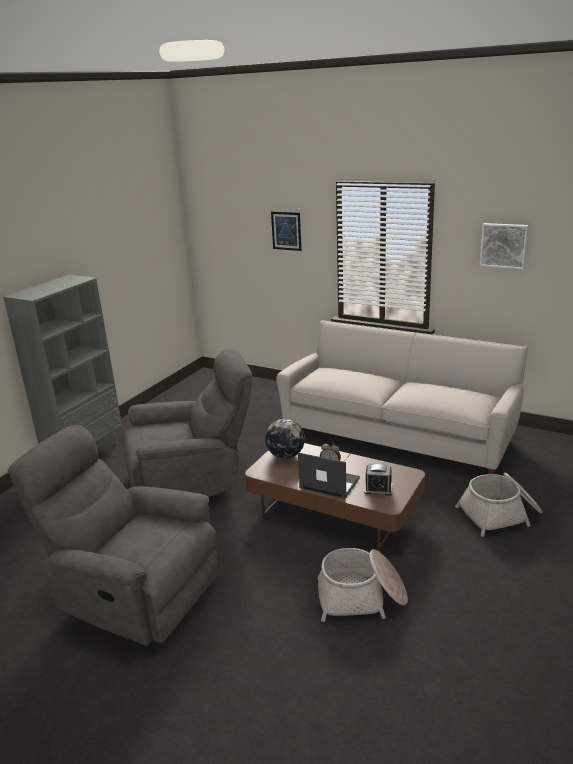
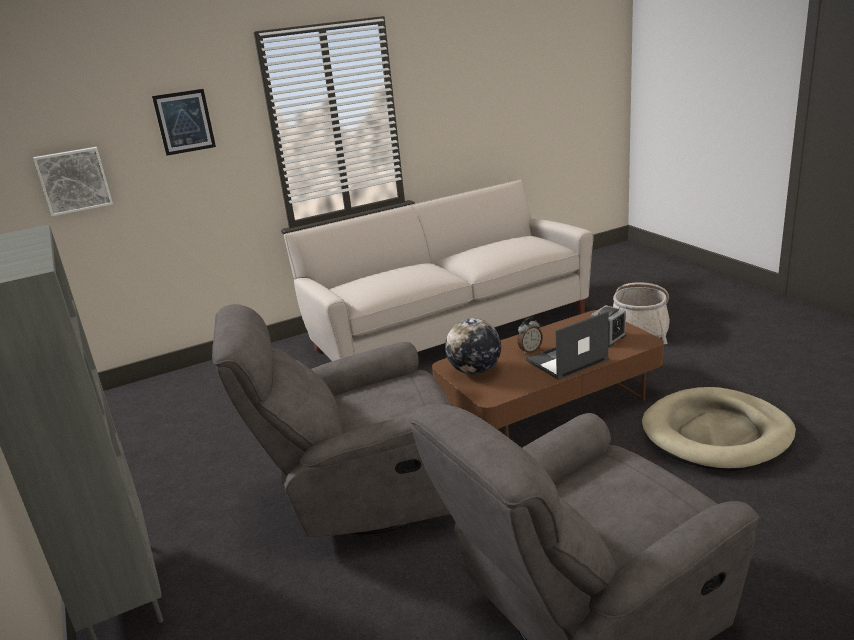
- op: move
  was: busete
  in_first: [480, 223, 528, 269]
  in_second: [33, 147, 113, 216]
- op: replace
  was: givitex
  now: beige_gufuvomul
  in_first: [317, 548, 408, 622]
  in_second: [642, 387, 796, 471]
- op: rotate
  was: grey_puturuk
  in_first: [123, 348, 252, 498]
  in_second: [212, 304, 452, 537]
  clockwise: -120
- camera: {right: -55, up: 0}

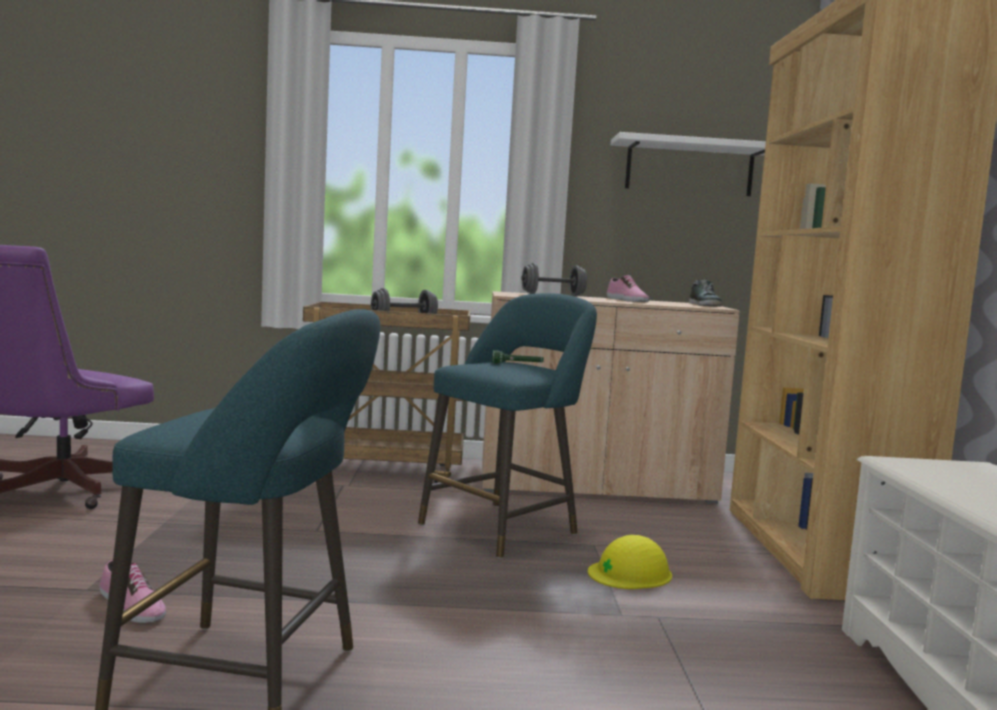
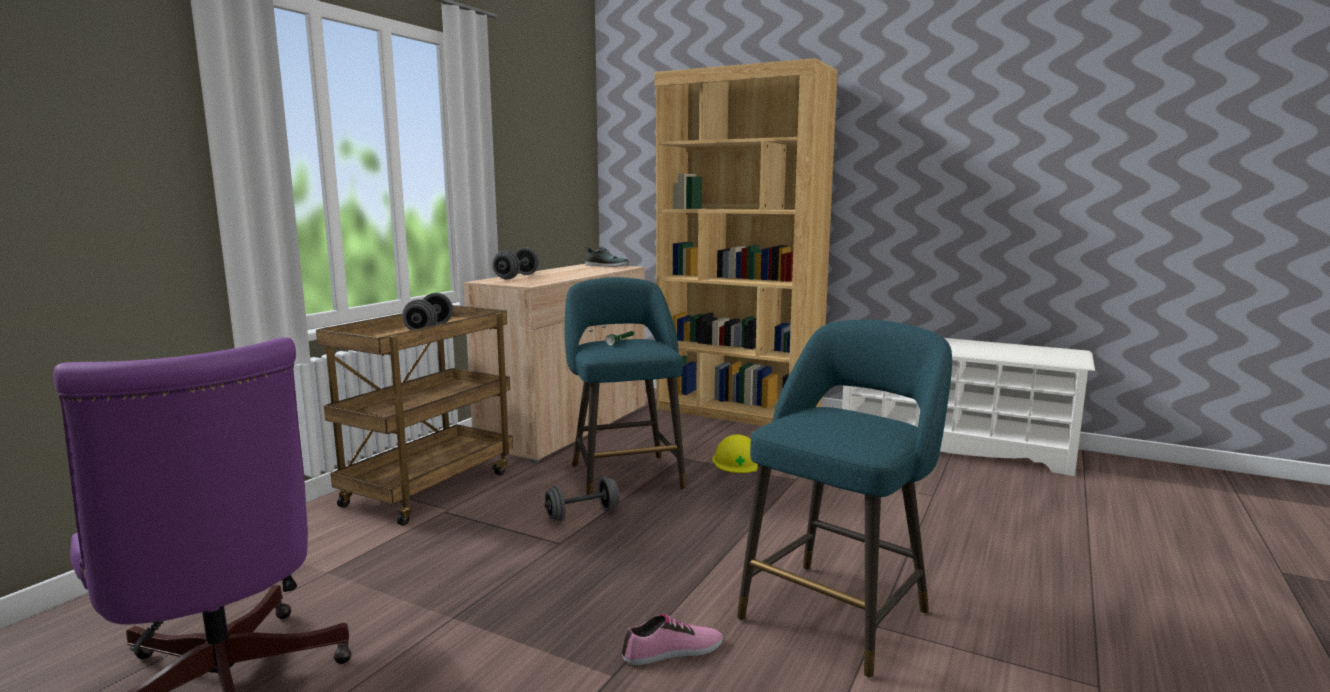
- op: delete
  was: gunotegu
  in_first: [607, 275, 649, 302]
- op: delete
  was: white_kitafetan
  in_first: [611, 132, 766, 196]
- op: insert
  now: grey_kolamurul
  in_second: [545, 476, 619, 521]
- camera: {right: -60, up: 5}

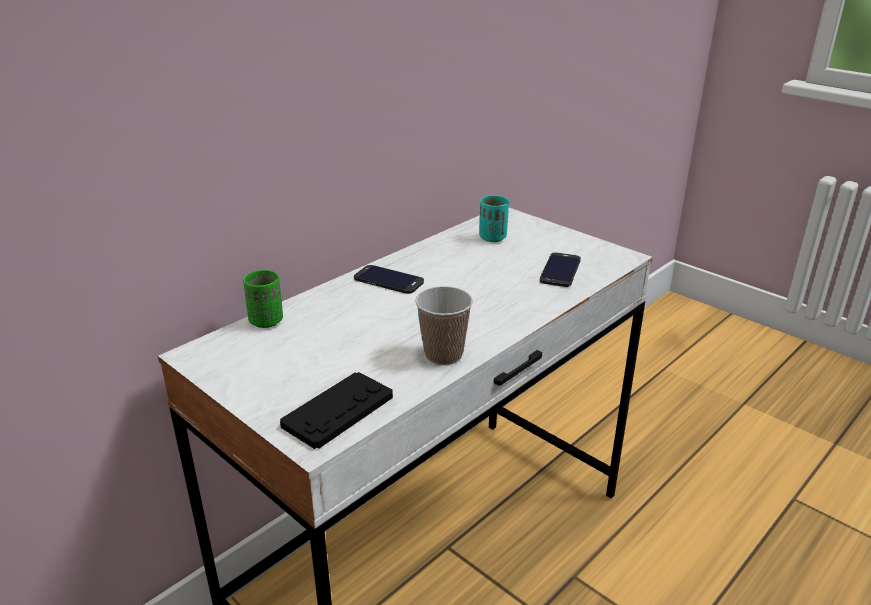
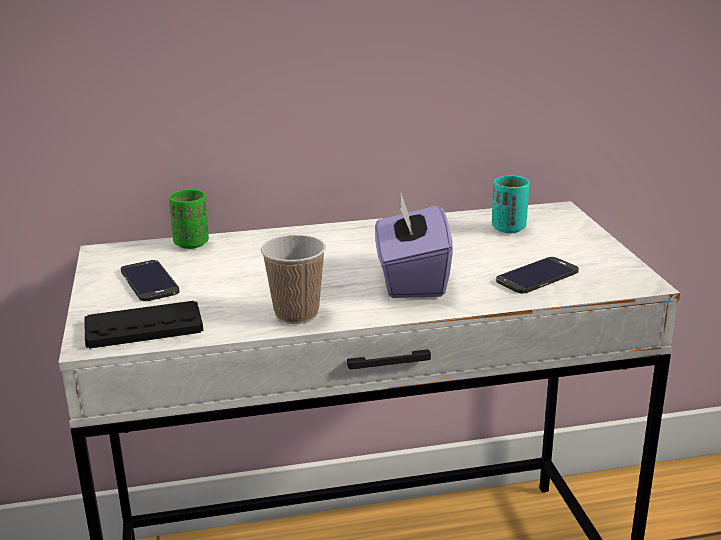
- op: insert
  now: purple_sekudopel
  in_second: [375, 193, 453, 298]
- op: move
  was: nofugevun
  in_first: [354, 265, 424, 294]
  in_second: [121, 260, 180, 301]
- camera: {right: 35, up: -5}

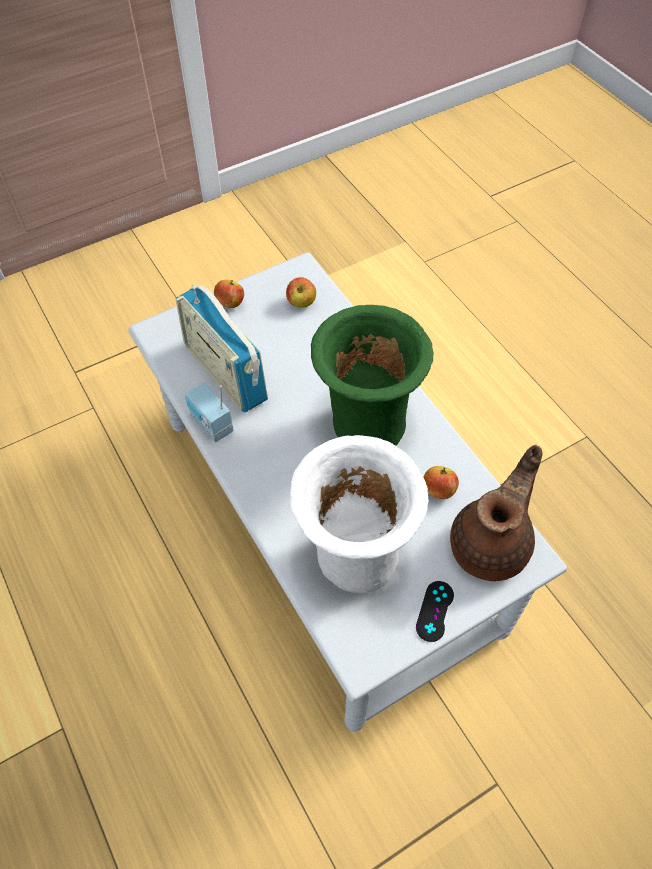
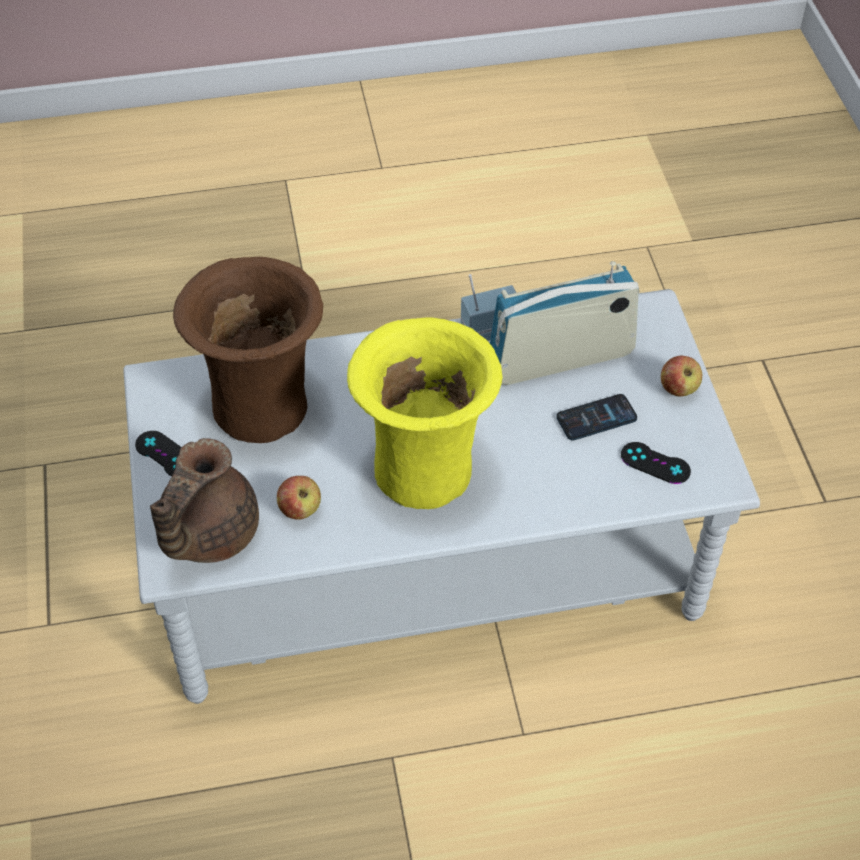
- op: insert
  now: nofugevun
  in_second: [556, 394, 637, 441]
- op: replace
  was: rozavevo
  now: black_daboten
  in_first: [286, 277, 316, 308]
  in_second: [621, 442, 691, 484]
- op: recolor
  was: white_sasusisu
  now: brown_sasusisu
  in_first: [290, 435, 429, 593]
  in_second: [173, 257, 323, 443]
- op: recolor
  was: green_sasusisu
  now: yellow_sasusisu
  in_first: [311, 305, 434, 446]
  in_second: [347, 317, 503, 509]
- op: rotate
  was: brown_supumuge
  in_first: [450, 445, 543, 581]
  in_second: [150, 438, 259, 563]
  clockwise: 60
- camera: {right: 110, up: -5}

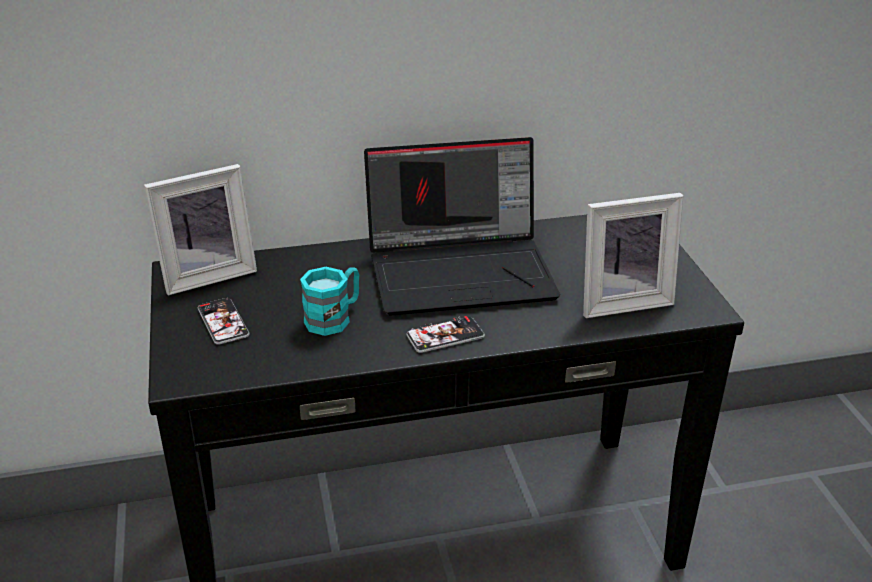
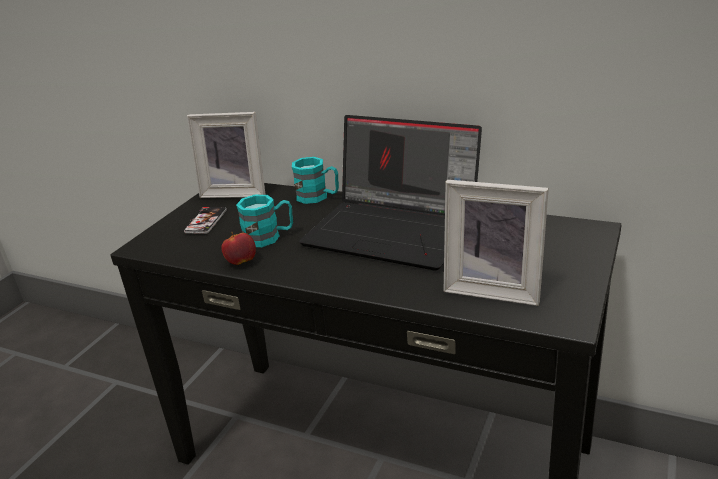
- op: delete
  was: nofugevun
  in_first: [406, 316, 485, 353]
- op: insert
  now: rozavevo
  in_second: [221, 232, 256, 265]
- op: insert
  now: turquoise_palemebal
  in_second: [292, 157, 339, 204]
- camera: {right: 40, up: -5}

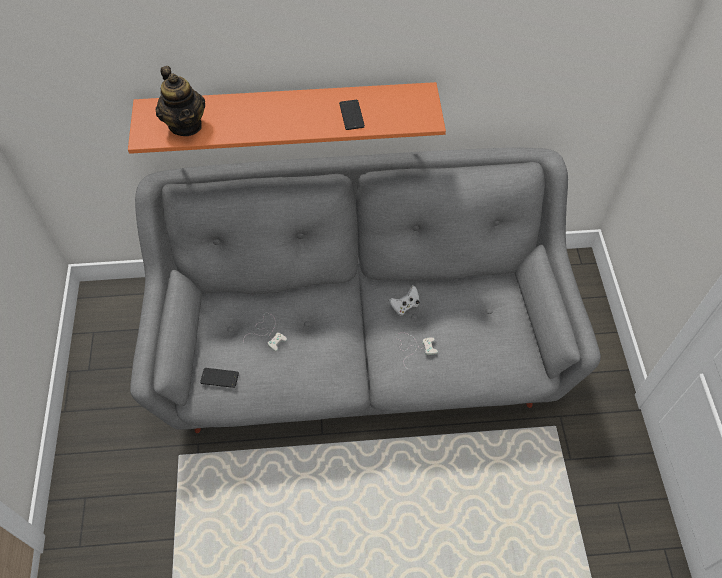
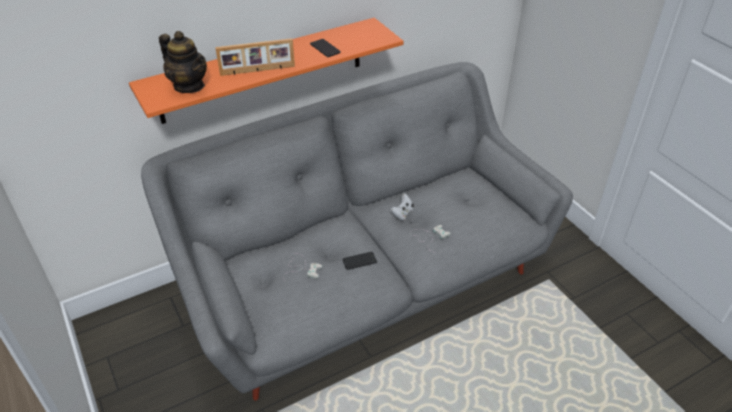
- op: insert
  now: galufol
  in_second: [215, 38, 295, 76]
- op: move
  was: nofugevun
  in_first: [200, 368, 239, 388]
  in_second: [342, 252, 377, 270]
- camera: {right: -25, up: -15}

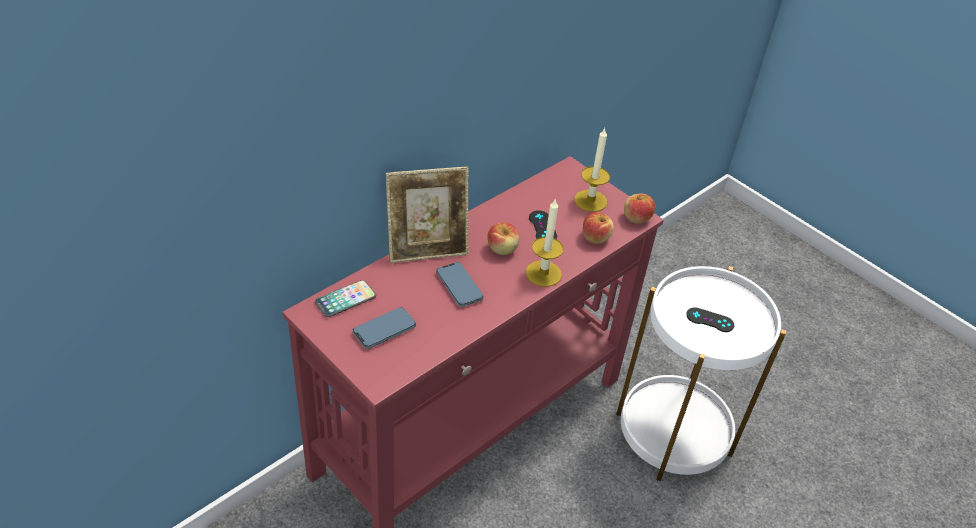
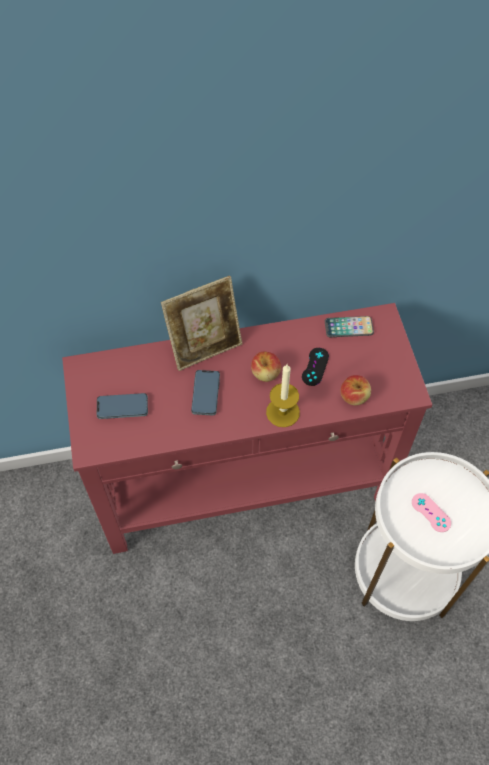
- op: delete
  was: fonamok
  in_first: [574, 128, 610, 212]
- op: delete
  was: rozavevo
  in_first: [624, 193, 656, 224]
- op: move
  was: nofugevun
  in_first: [315, 280, 376, 317]
  in_second: [325, 316, 374, 337]
- op: recolor
  was: black_daboten
  now: pink_daboten
  in_first: [686, 307, 734, 332]
  in_second: [412, 493, 451, 532]
- op: rotate
  was: galufol
  in_first: [386, 166, 469, 263]
  in_second: [161, 276, 242, 371]
  clockwise: -45
- camera: {right: 35, up: 15}

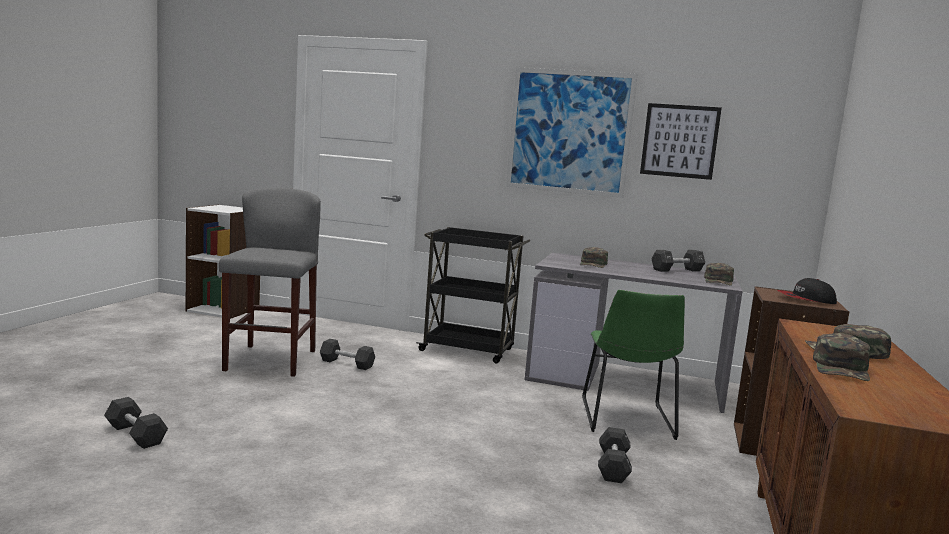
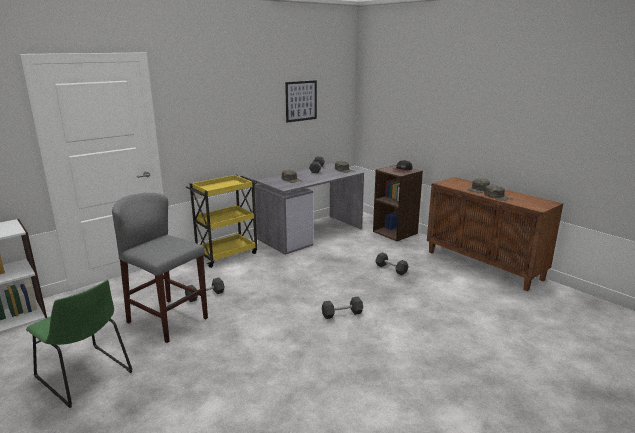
- op: delete
  was: busete
  in_first: [506, 67, 638, 198]
- op: move
  was: black_kolamurul
  in_first: [104, 397, 168, 449]
  in_second: [322, 297, 363, 319]
- op: move
  was: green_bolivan
  in_first: [582, 290, 685, 440]
  in_second: [26, 280, 133, 408]
- op: recolor
  was: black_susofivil
  now: yellow_susofivil
  in_first: [416, 227, 530, 363]
  in_second: [186, 175, 257, 268]
- camera: {right: -55, up: 10}

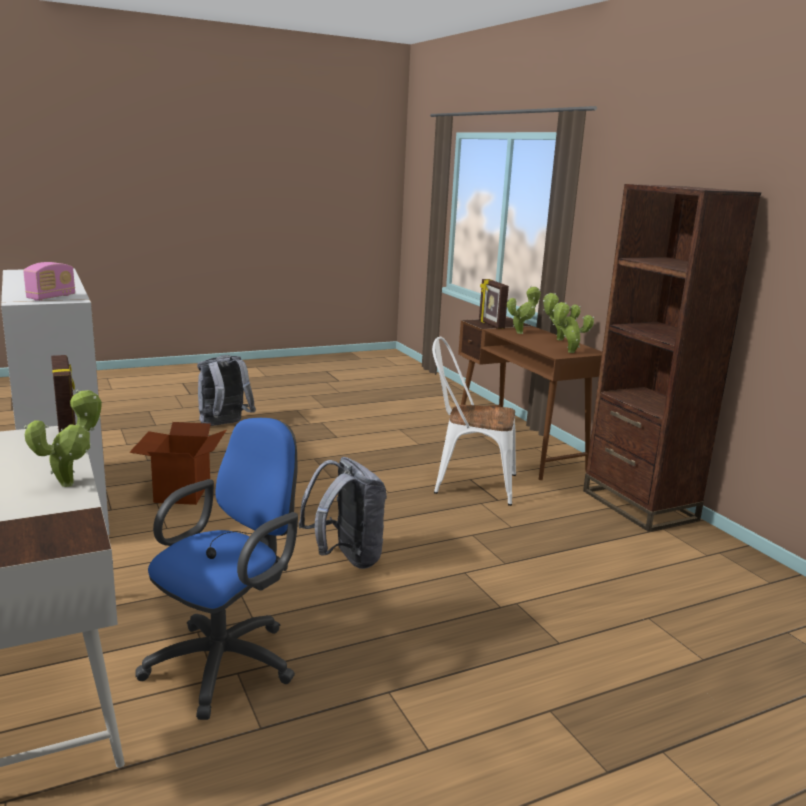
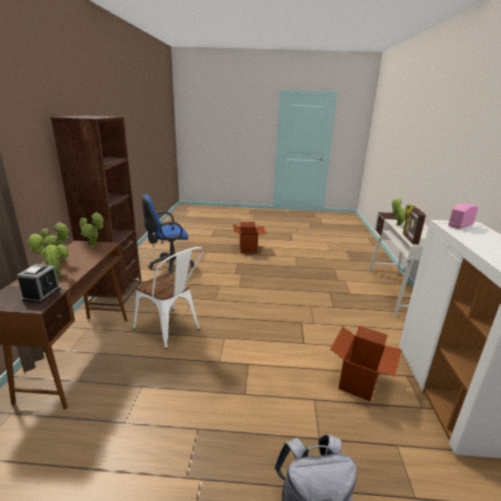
- op: delete
  was: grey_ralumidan
  in_first: [298, 457, 387, 569]
- op: insert
  now: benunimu
  in_second: [233, 222, 266, 253]
- op: move
  was: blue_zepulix
  in_first: [135, 418, 298, 720]
  in_second: [142, 194, 195, 273]
- op: replace
  was: galufol
  now: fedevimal
  in_first: [479, 279, 509, 329]
  in_second: [17, 264, 61, 303]
- camera: {right: -150, up: 5}

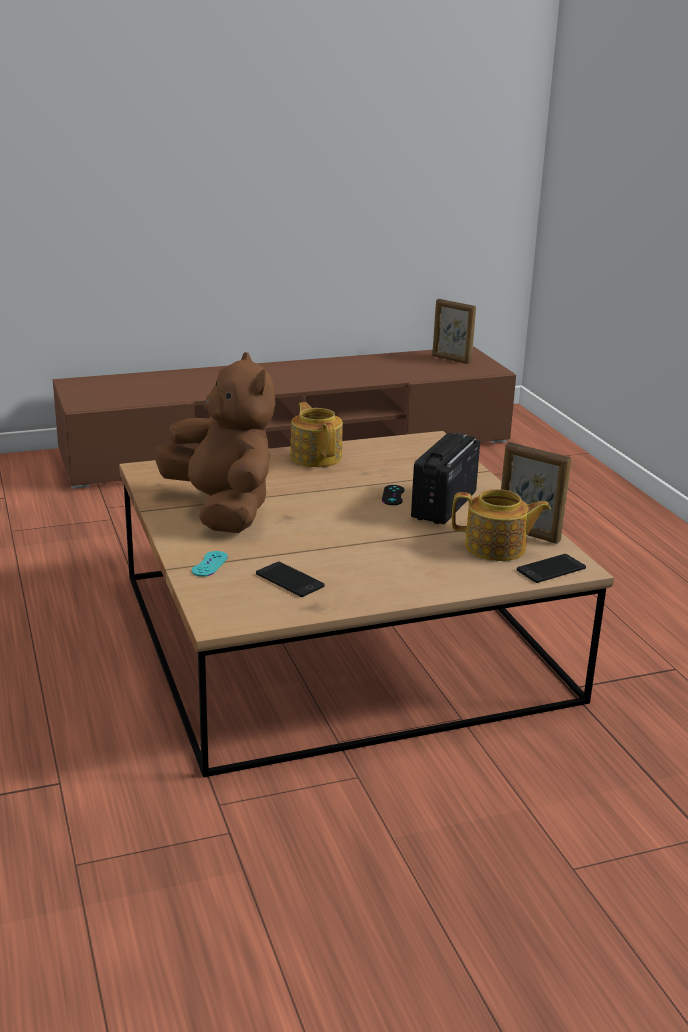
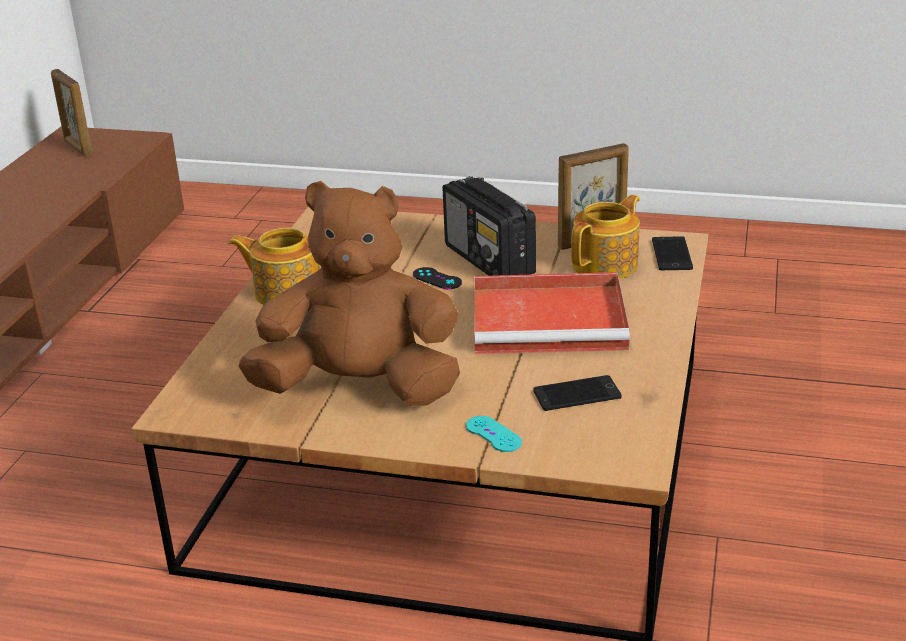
- op: insert
  now: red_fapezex
  in_second: [474, 272, 630, 354]
- op: rotate
  was: galufol
  in_first: [432, 299, 476, 364]
  in_second: [51, 69, 93, 157]
  clockwise: 75
- camera: {right: -55, up: 5}

